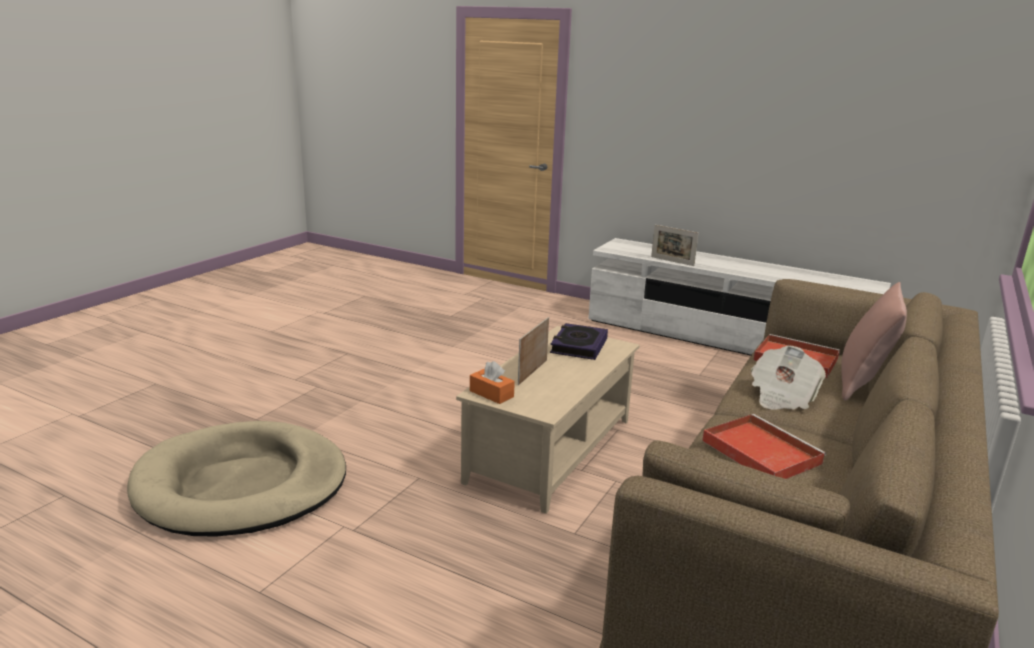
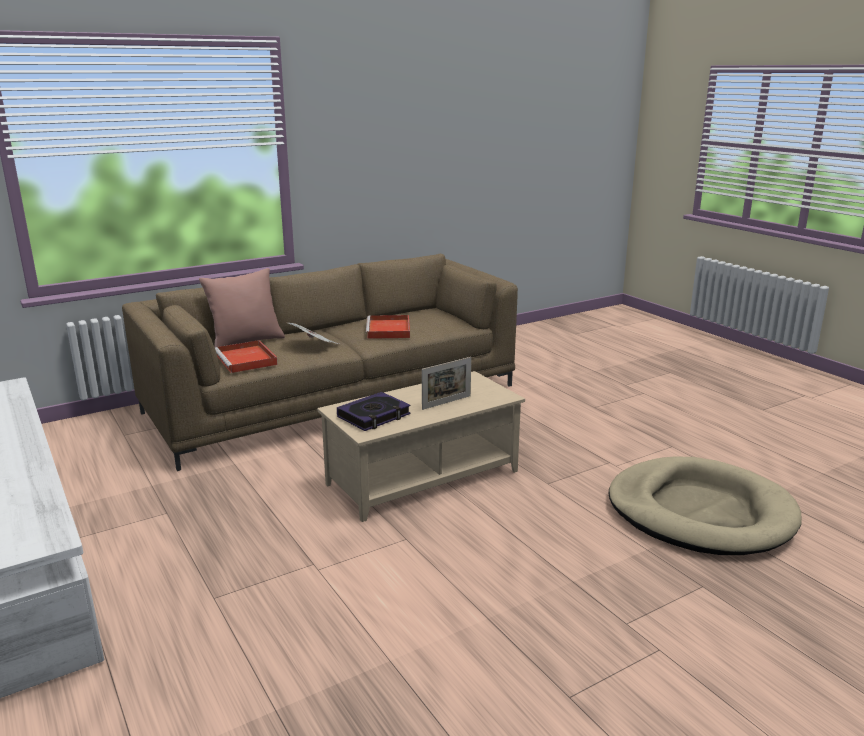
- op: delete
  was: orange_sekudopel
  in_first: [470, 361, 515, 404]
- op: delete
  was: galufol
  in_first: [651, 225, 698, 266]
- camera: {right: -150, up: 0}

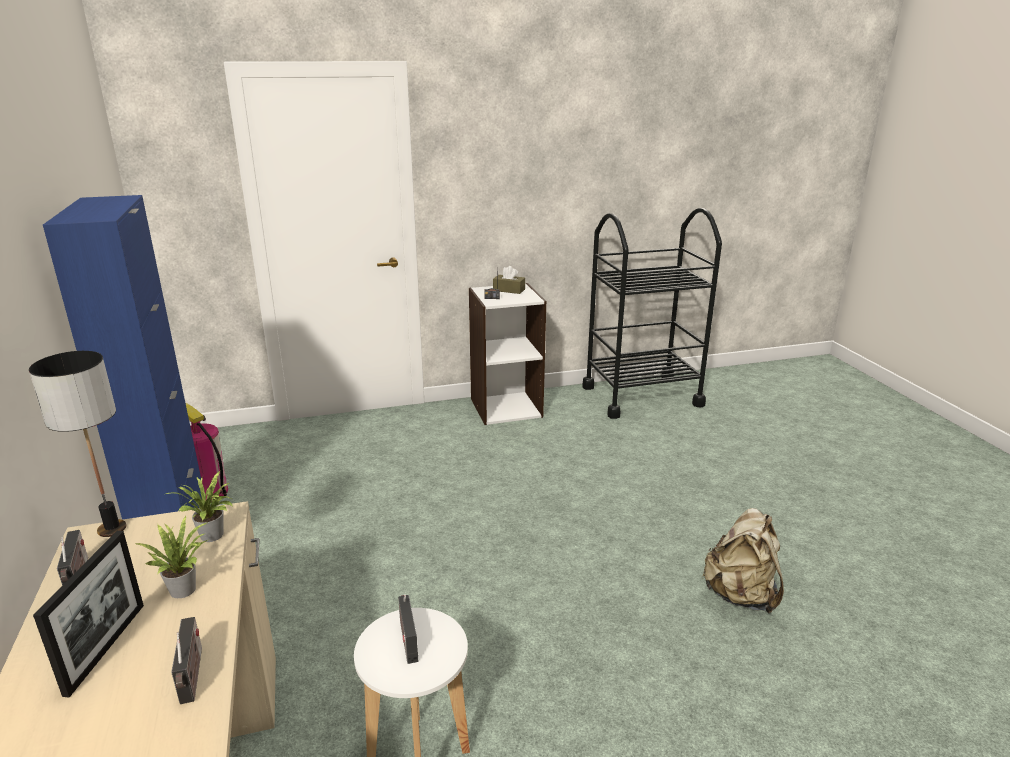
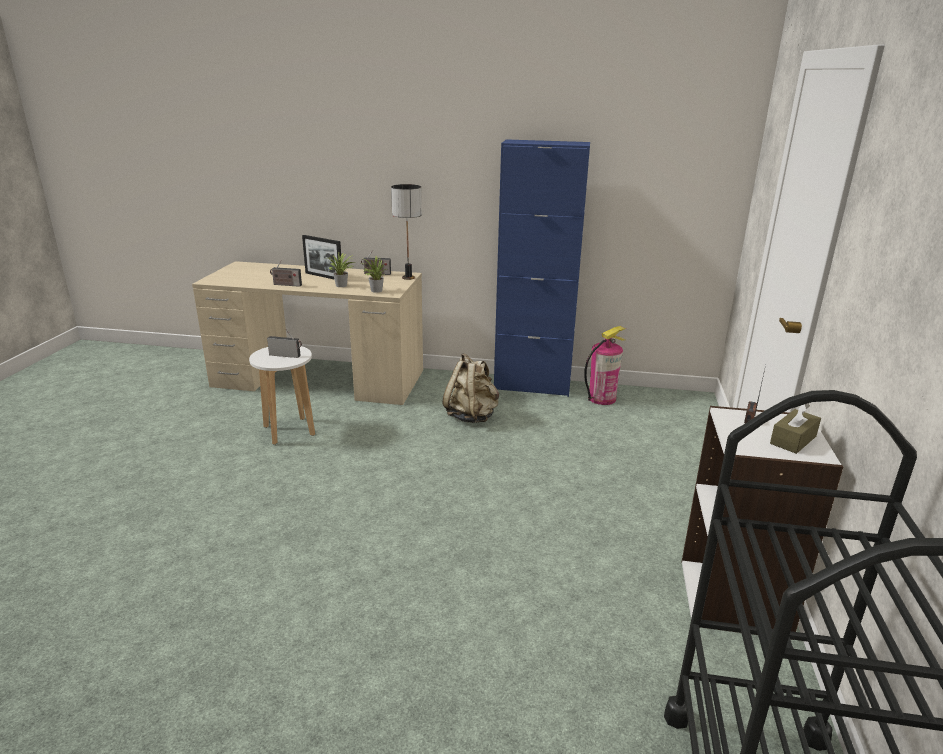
- op: move
  was: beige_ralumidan
  in_first: [702, 508, 784, 614]
  in_second: [443, 353, 499, 423]
- camera: {right: 115, up: 0}

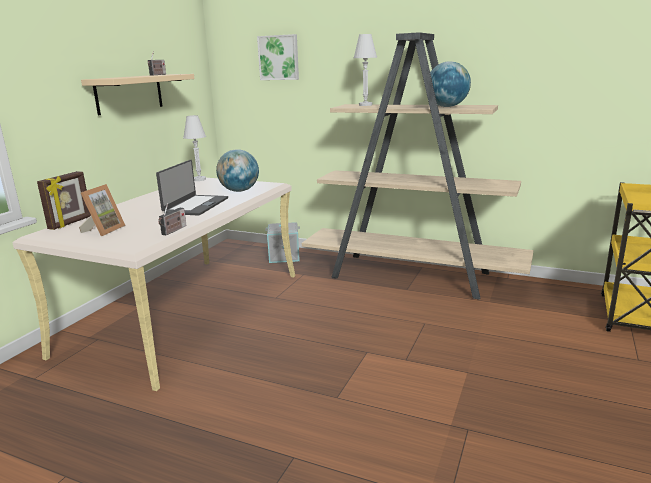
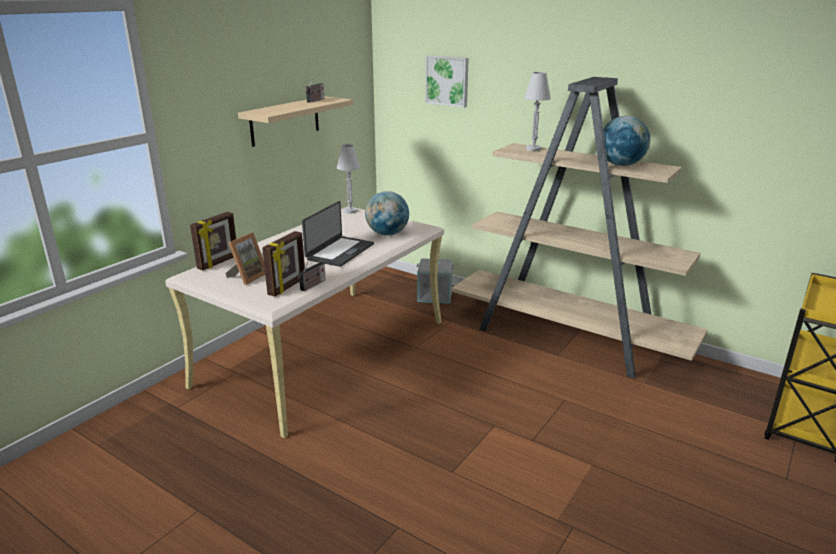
- op: insert
  now: galufol
  in_second: [262, 231, 305, 297]
- camera: {right: 10, up: 5}

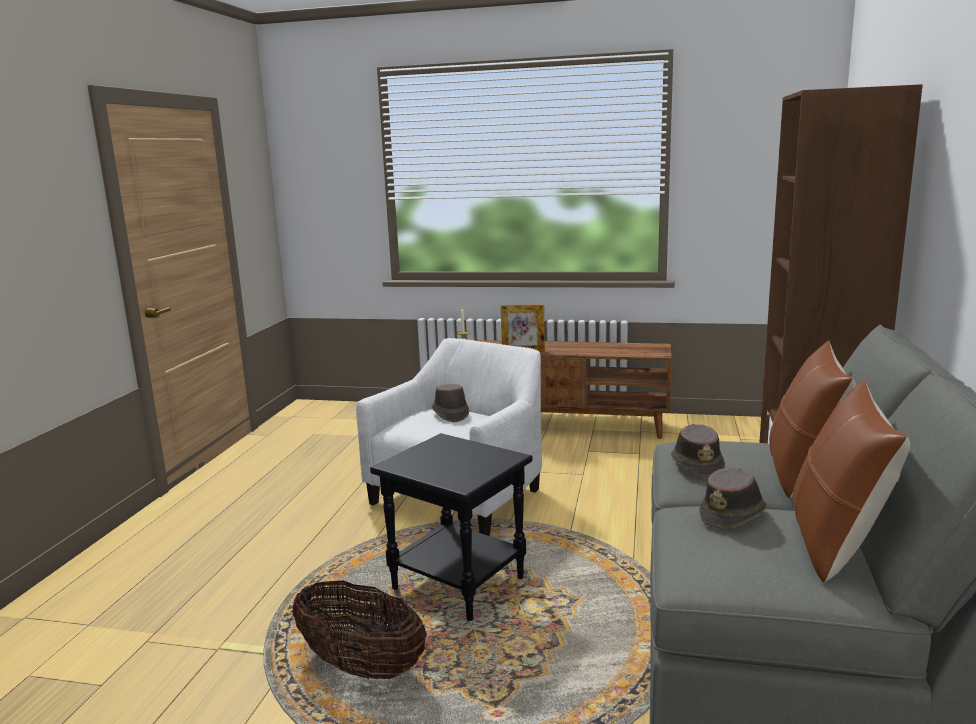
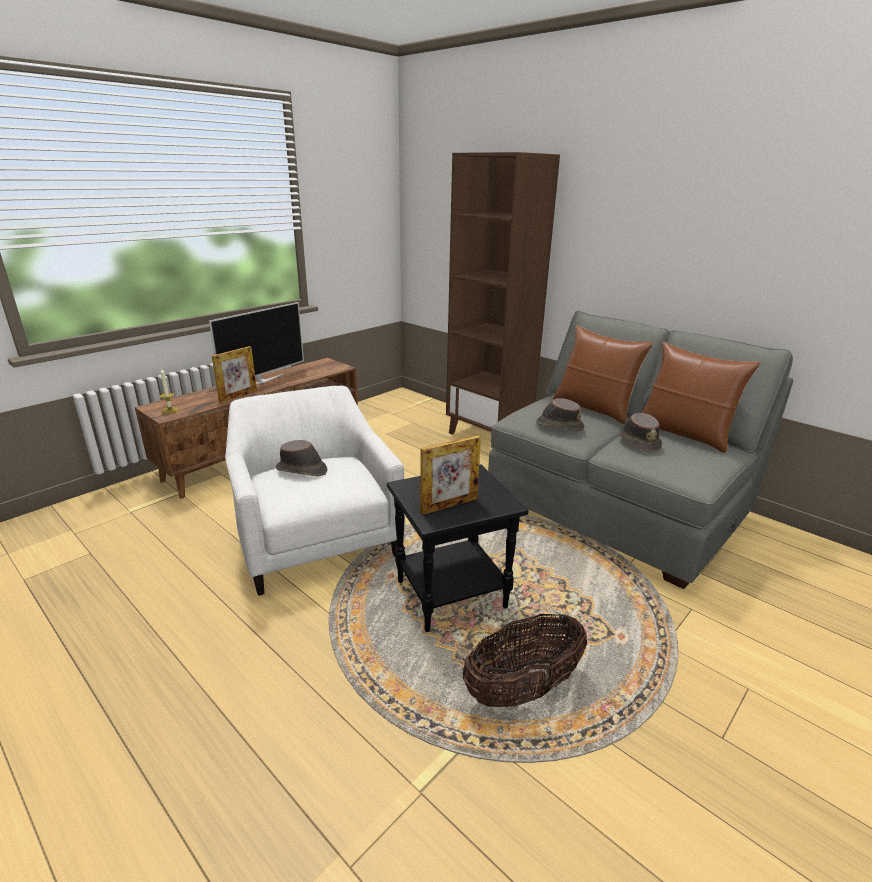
- op: insert
  now: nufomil
  in_second: [209, 302, 304, 385]
- op: insert
  now: galufol
  in_second: [420, 435, 481, 515]
- camera: {right: -60, up: 10}

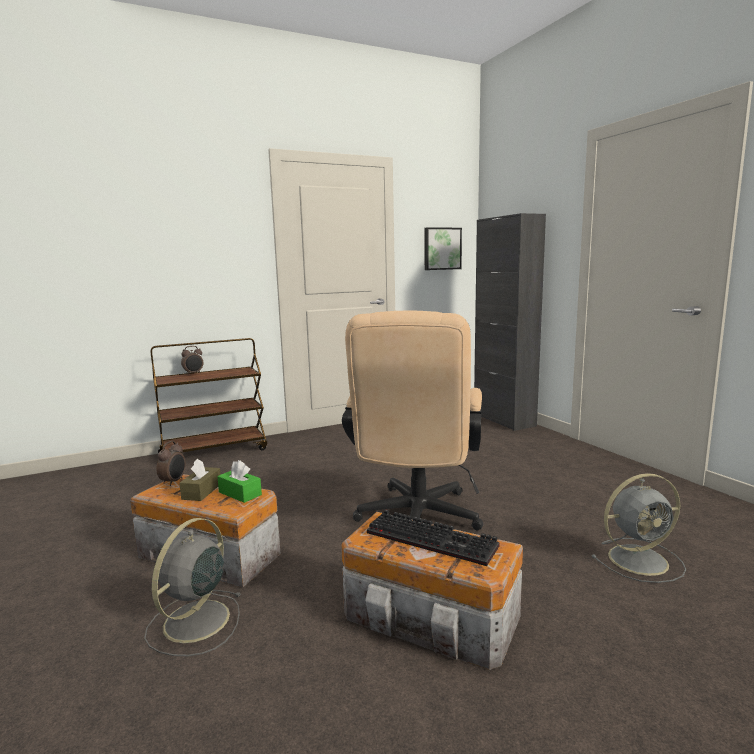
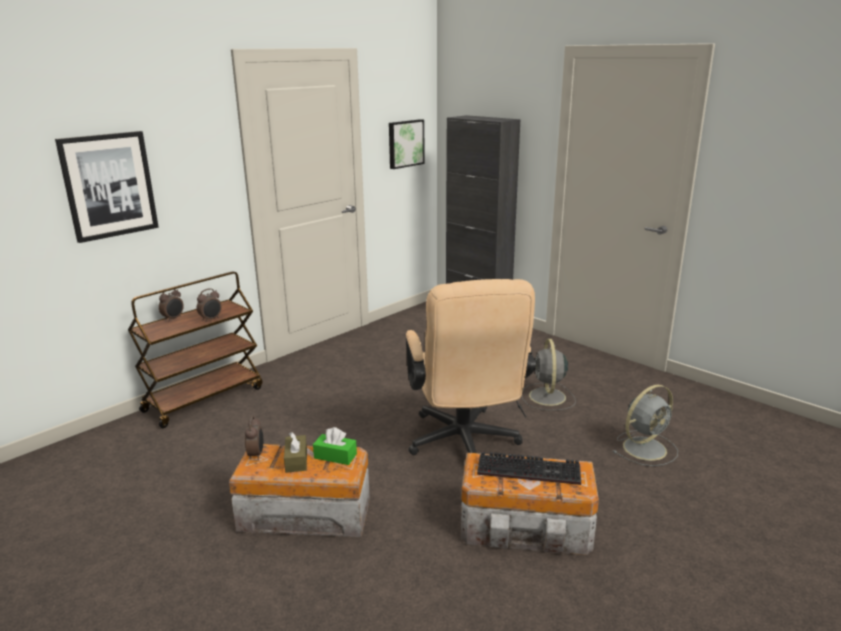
- op: insert
  now: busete
  in_second: [55, 131, 159, 243]
- op: insert
  now: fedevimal
  in_second: [197, 288, 222, 322]
- op: move
  was: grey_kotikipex
  in_first: [144, 518, 242, 656]
  in_second: [522, 339, 576, 411]
- camera: {right: -20, up: 10}

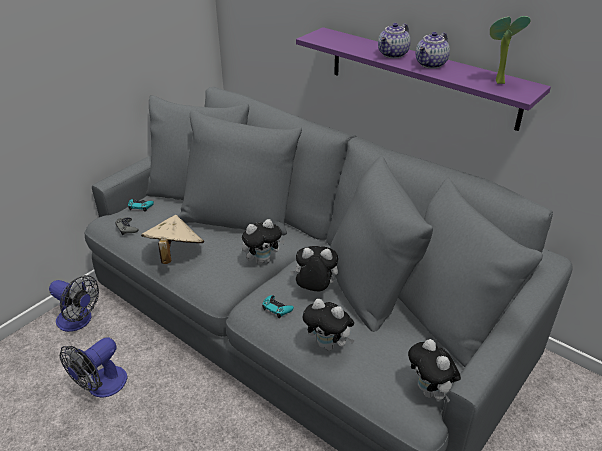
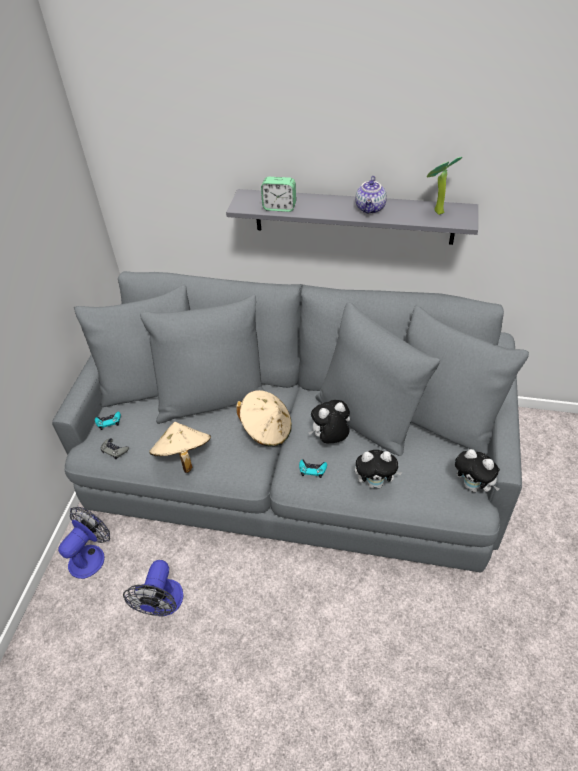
- op: delete
  was: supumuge
  in_first: [378, 23, 411, 59]
- op: insert
  now: fedevimal
  in_second: [261, 177, 296, 212]
- op: replace
  was: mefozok
  now: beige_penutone
  in_first: [242, 219, 285, 265]
  in_second: [236, 390, 292, 447]
- op: recolor
  was: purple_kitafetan
  now: grey_kitafetan
  in_first: [296, 27, 551, 131]
  in_second: [226, 189, 478, 245]
- op: rotate
  was: kotikipex
  in_first: [49, 275, 99, 332]
  in_second: [58, 507, 110, 579]
  clockwise: -60
- camera: {right: -25, up: 10}

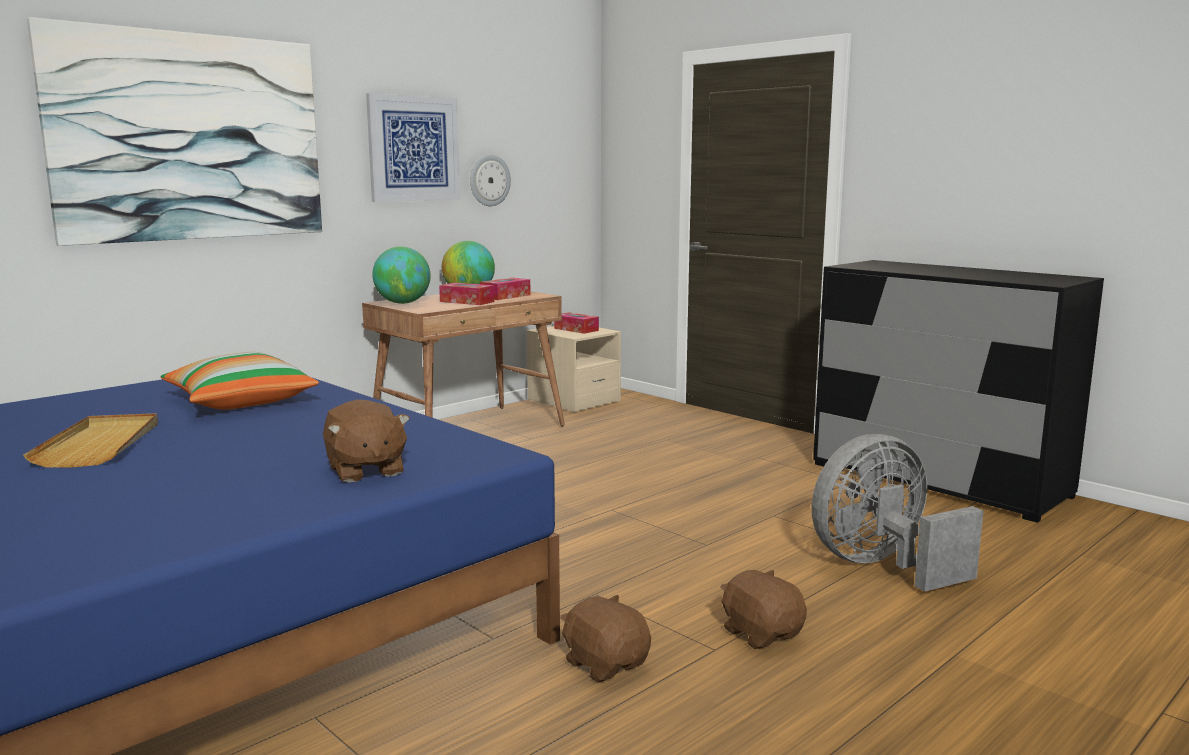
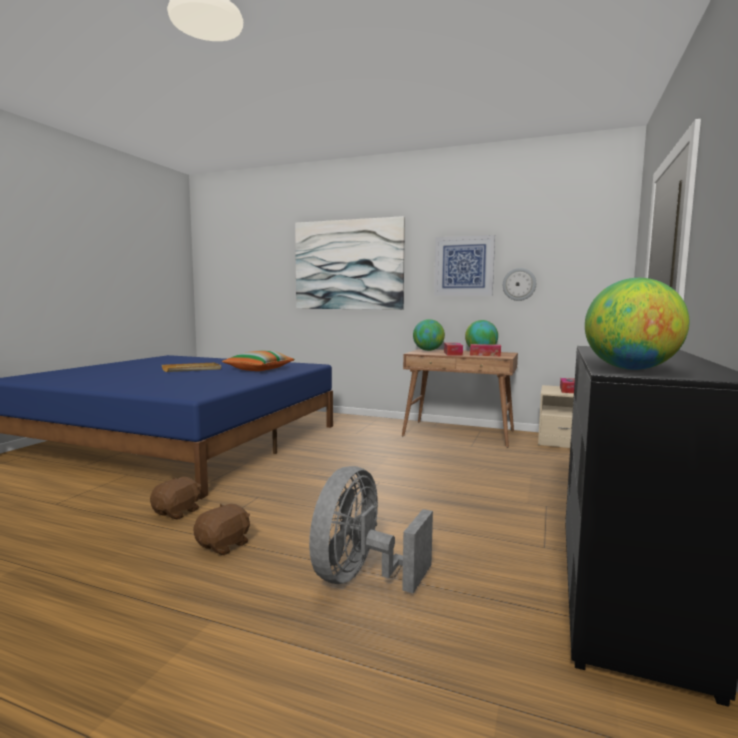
- op: delete
  was: brown_mefozok
  in_first: [323, 399, 410, 483]
- op: insert
  now: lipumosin
  in_second: [585, 278, 689, 370]
- op: rotate
  was: grey_kotikipex
  in_first: [812, 434, 983, 592]
  in_second: [309, 466, 433, 593]
  clockwise: -105
- camera: {right: 65, up: -5}

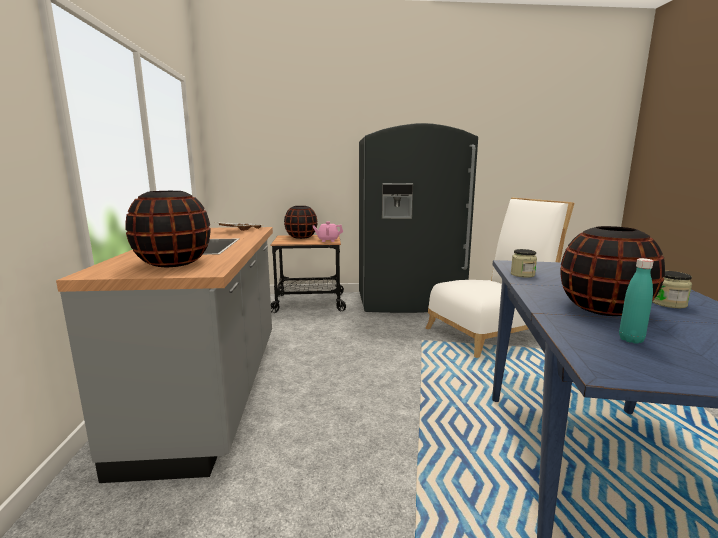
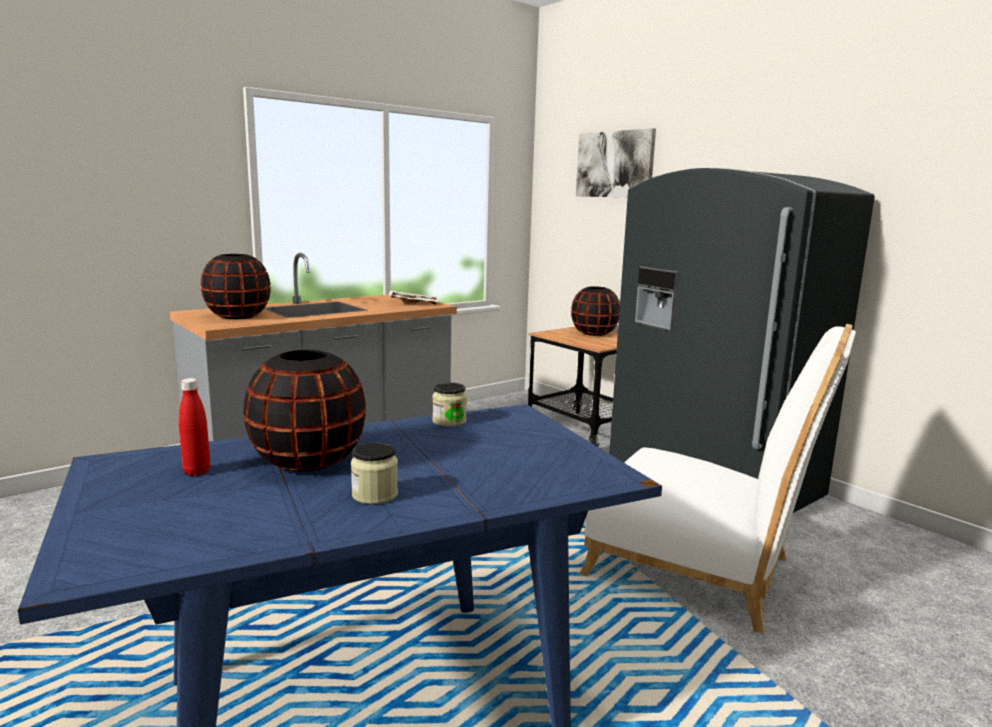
- op: delete
  was: pink_supumuge
  in_first: [313, 222, 343, 242]
- op: insert
  now: busete
  in_second: [576, 128, 656, 197]
- op: recolor
  was: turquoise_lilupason
  now: red_lilupason
  in_first: [619, 258, 654, 344]
  in_second: [179, 378, 210, 476]
- camera: {right: 55, up: 0}

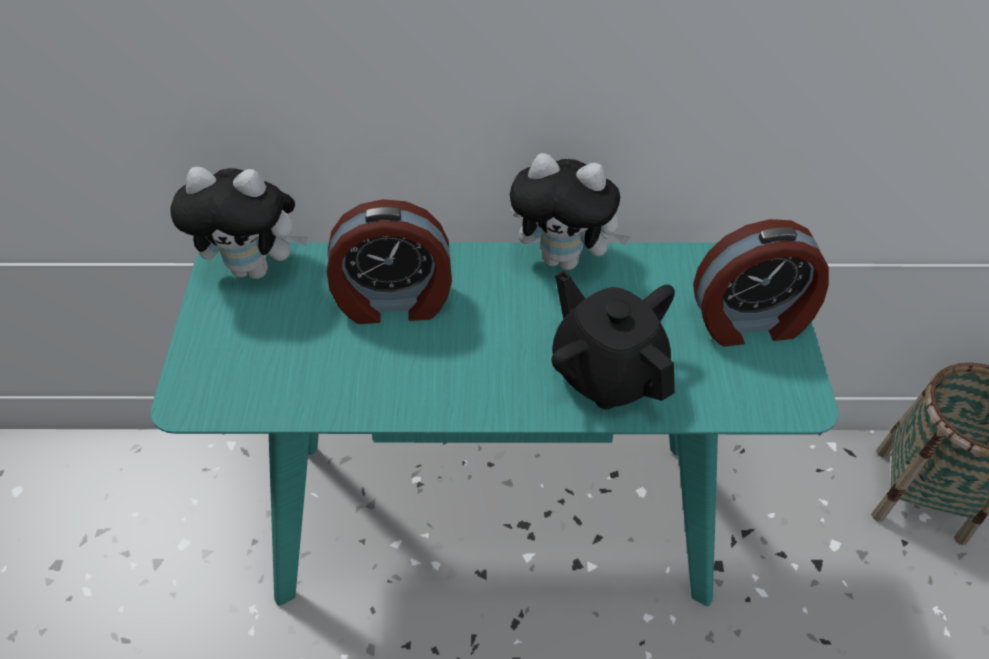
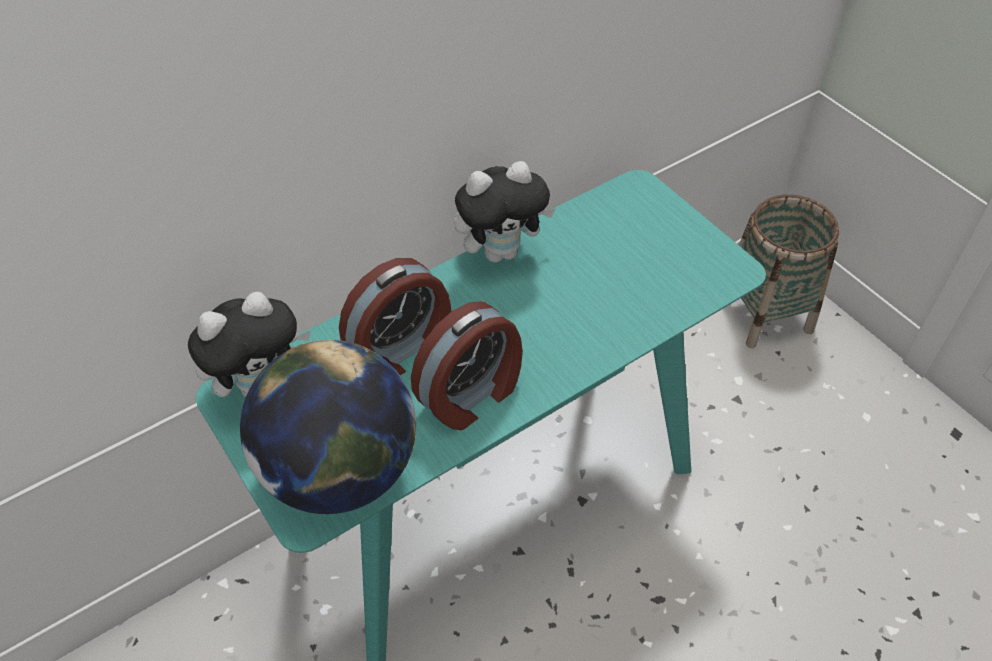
- op: delete
  was: black_supumuge
  in_first: [552, 271, 675, 409]
- op: insert
  now: lipumosin
  in_second: [240, 340, 416, 514]
- op: move
  was: fedevimal
  in_first: [693, 219, 829, 347]
  in_second: [411, 301, 523, 430]
- camera: {right: -35, up: 0}

